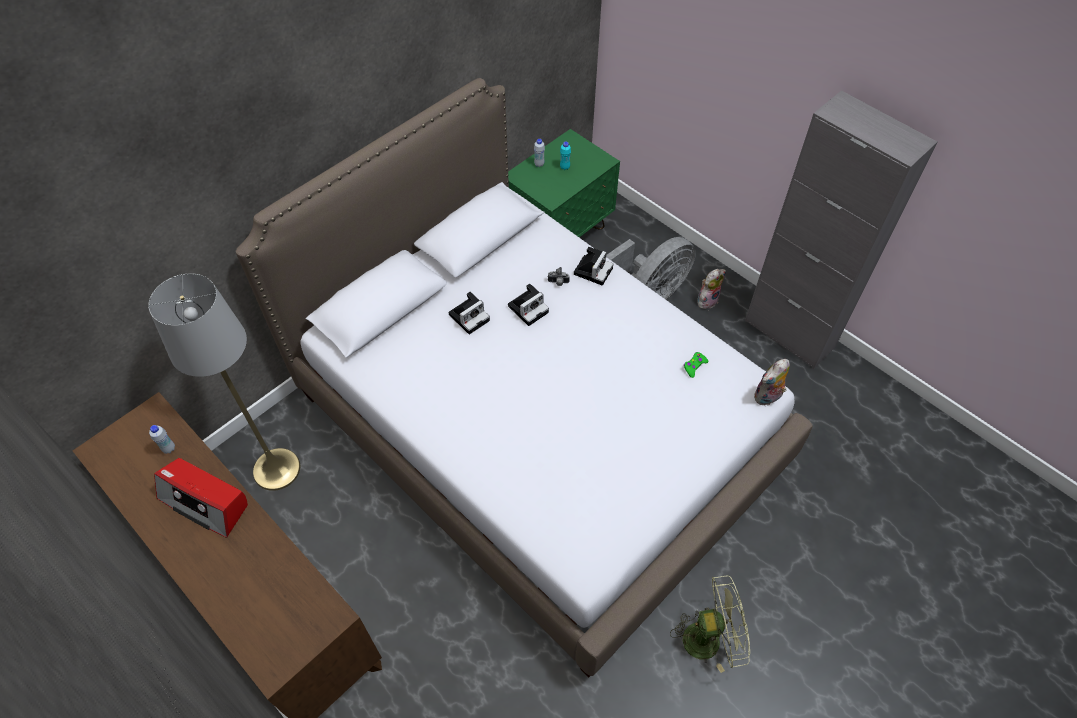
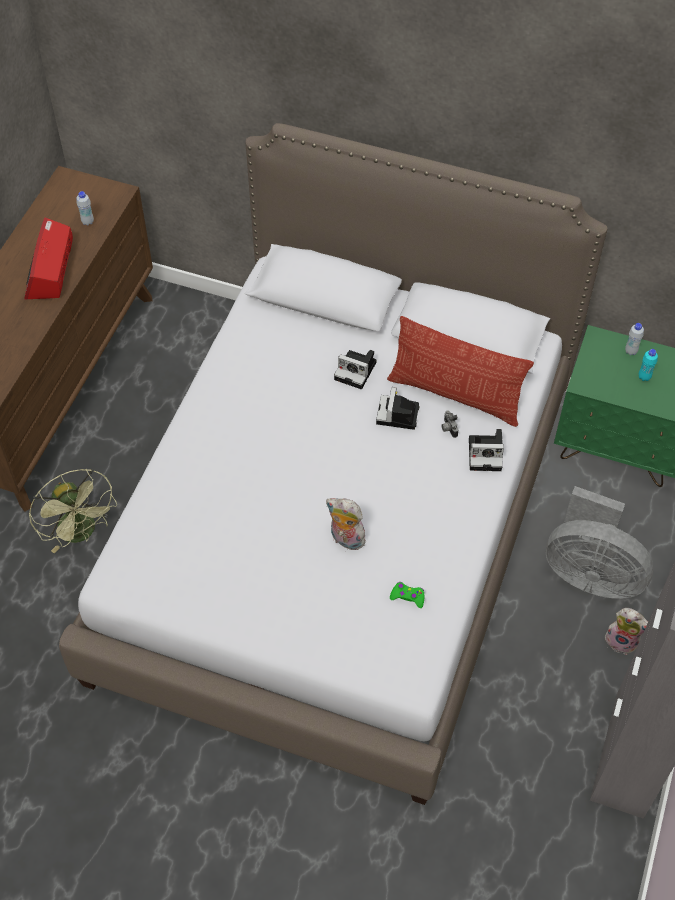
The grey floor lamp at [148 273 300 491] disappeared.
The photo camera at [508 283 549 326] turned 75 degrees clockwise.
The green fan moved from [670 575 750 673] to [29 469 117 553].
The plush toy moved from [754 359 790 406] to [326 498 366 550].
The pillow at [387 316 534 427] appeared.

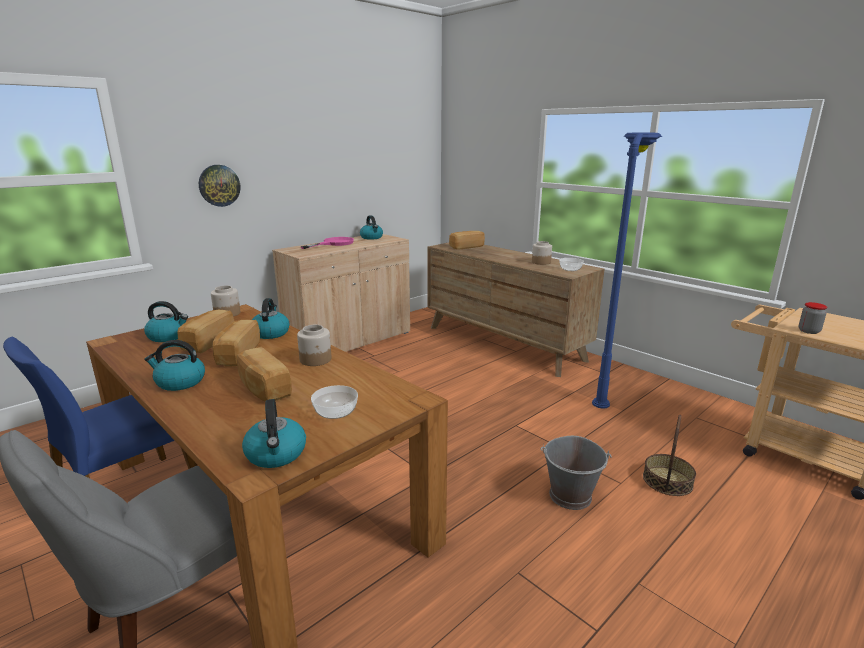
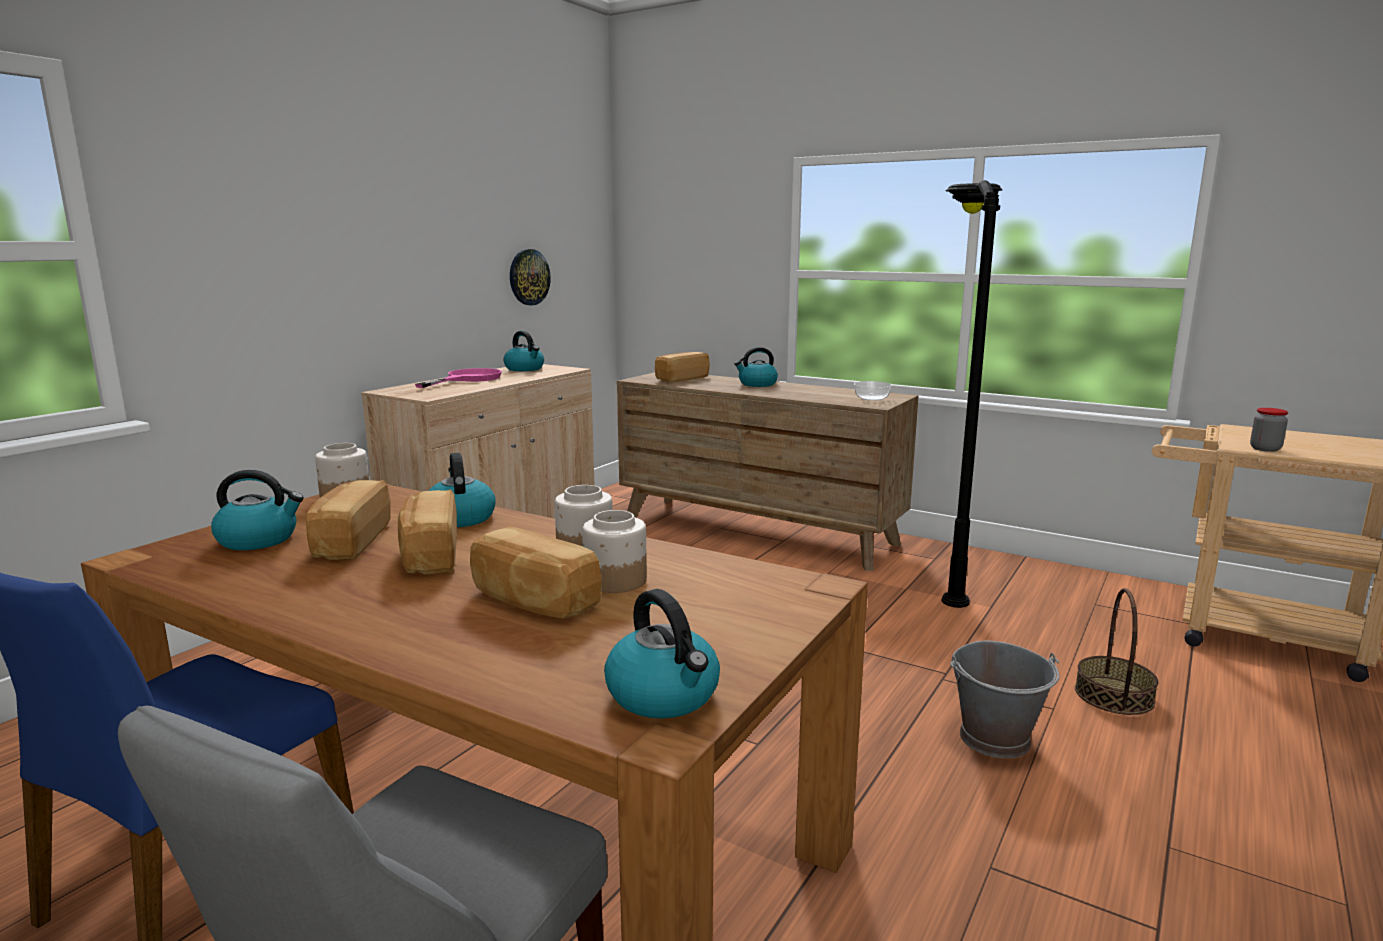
The kettle moved from [144 340 205 391] to [734 347 778 387].
The wall clock moved from [199 165 240 207] to [510 249 551 305].
The bowl at [311 385 358 419] disappeared.
The jar moved from [532 241 552 265] to [582 510 647 593].
The blue floor lamp at [592 133 662 409] became the black floor lamp at [942 180 1002 608].

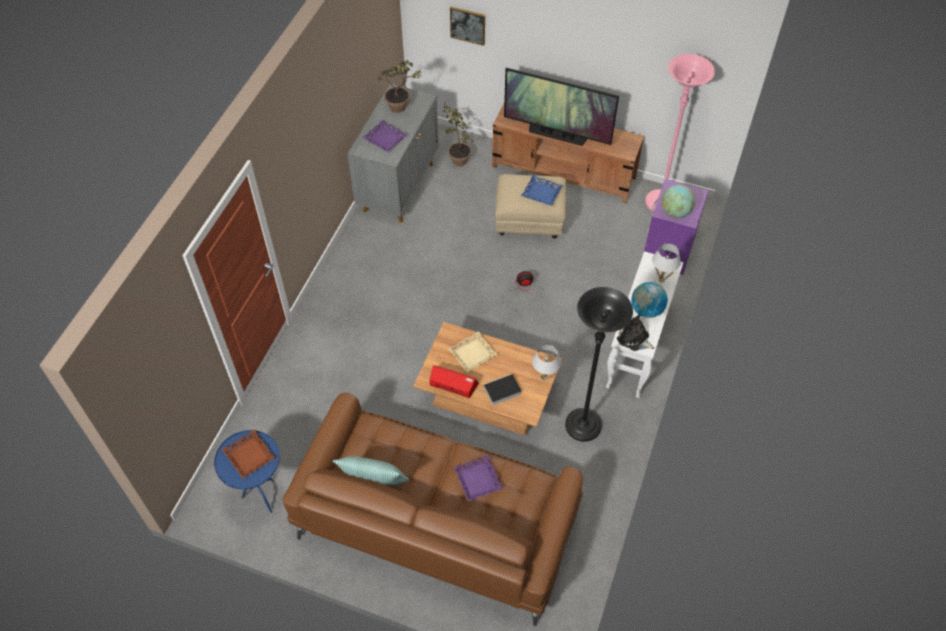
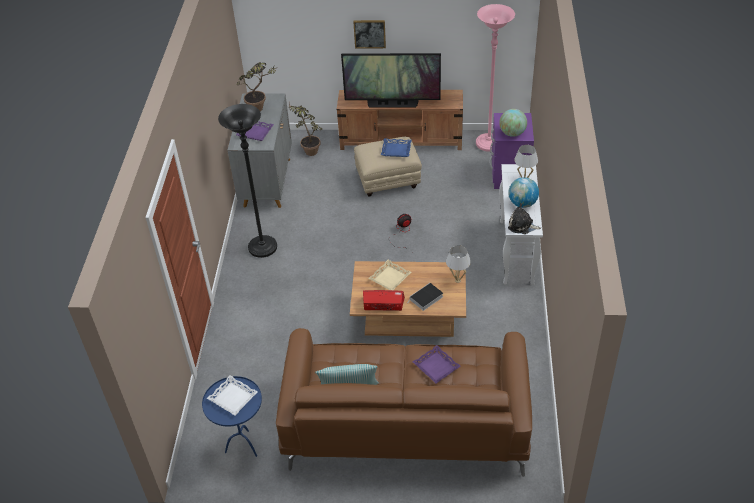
The brown tray at [222 429 275 479] became the white tray at [207 375 258 415].
The picture moved from [450 7 485 46] to [353 20 386 48].
The black floor lamp moved from [565 287 633 442] to [218 104 277 258].

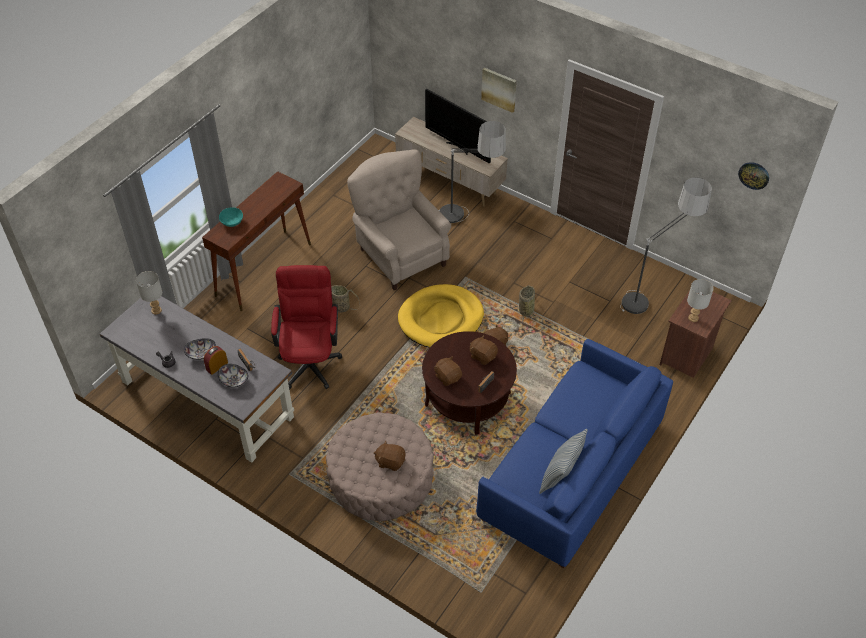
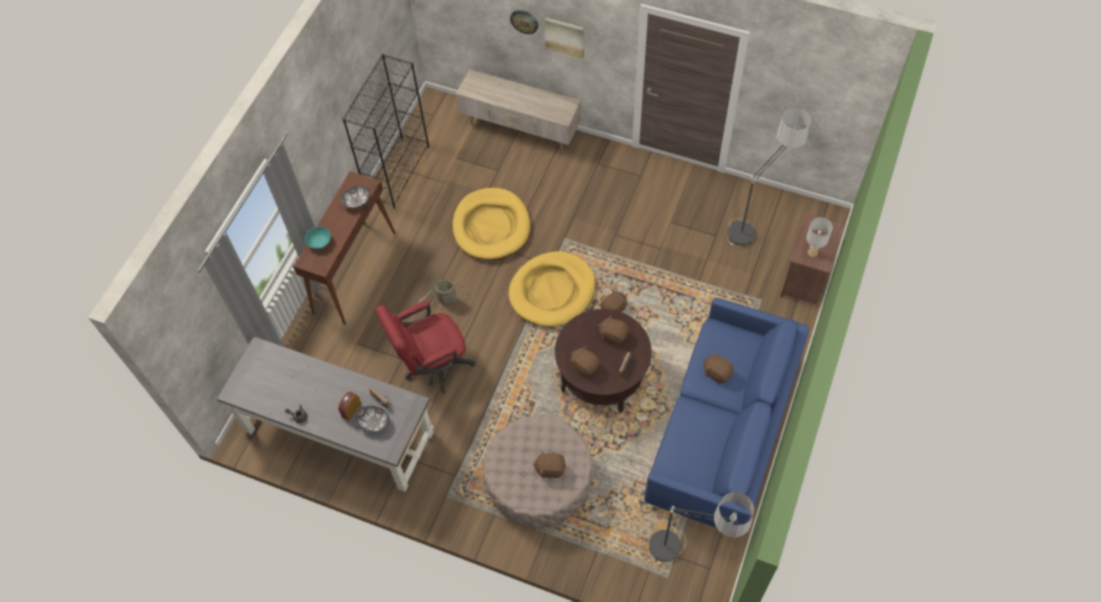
The grey table lamp at [136 271 162 315] disappeared.
The bowl moved from [184 338 216 360] to [340 186 370 208].
The red office chair at [271 265 343 389] turned 105 degrees counterclockwise.
The beige armchair at [347 149 451 290] was replaced by the yellow dog bed at [453 188 530 260].
The television at [425 88 491 164] disappeared.
The floor lamp moved from [439 121 506 223] to [649 492 754 562].
The basket at [519 285 537 324] disappeared.
The pillow at [539 429 588 494] disappeared.
The wall clock moved from [738 162 769 190] to [510 10 538 34].
The black bookcase at [342 54 429 209] appeared.
The brown plush toy at [704 352 734 384] appeared.

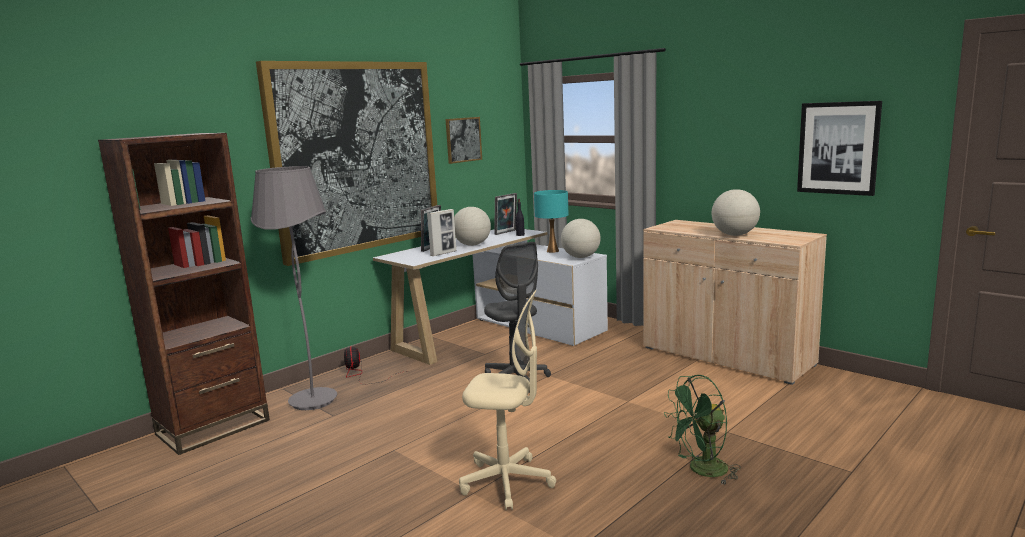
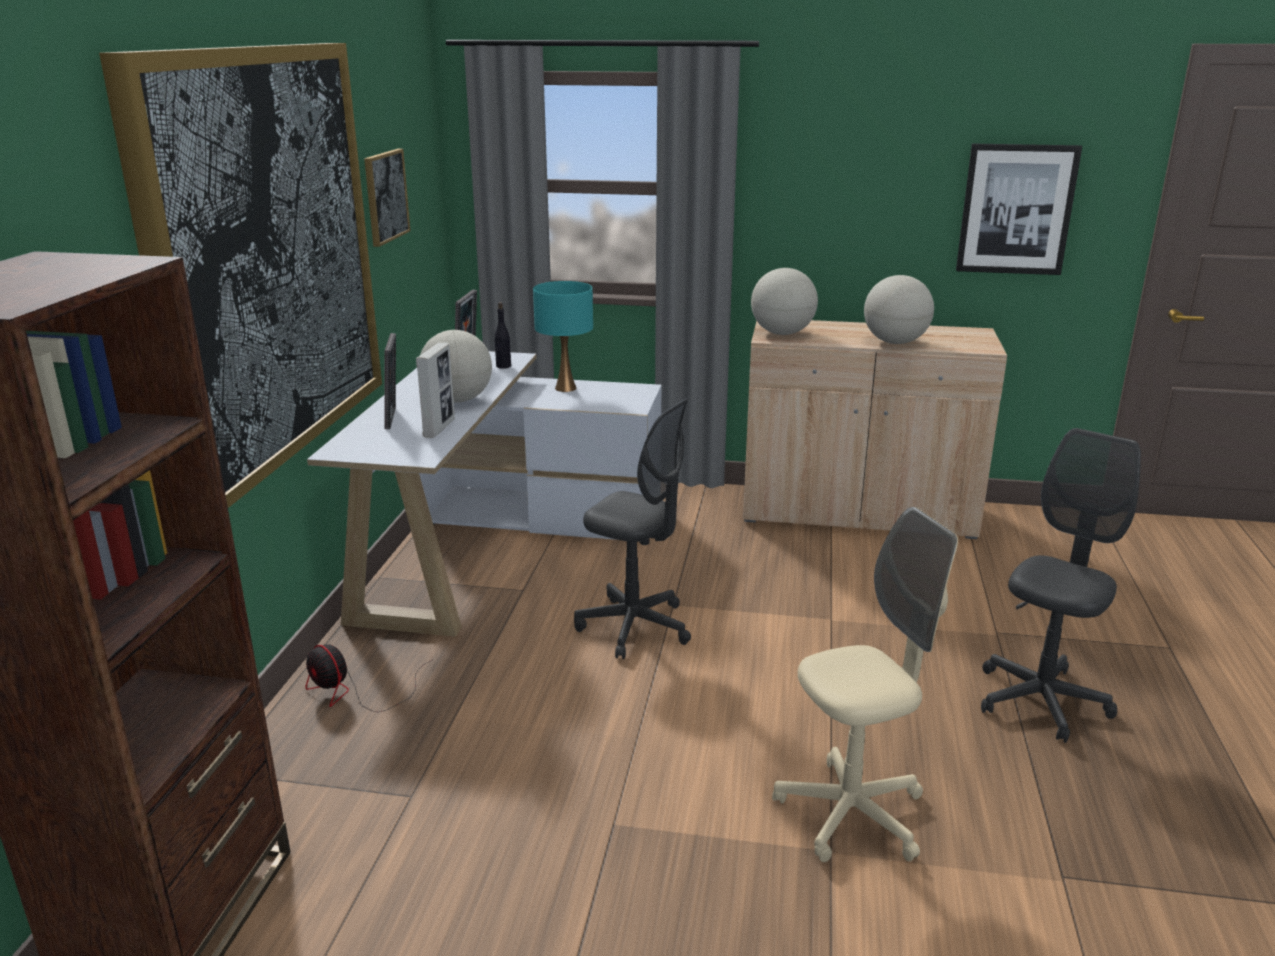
The grey floor lamp at [251 166 337 410] disappeared.
The globe moved from [561 219 601 258] to [751 268 818 335].
The green fan at [664 375 741 485] was replaced by the grey office chair at [981 428 1141 743].

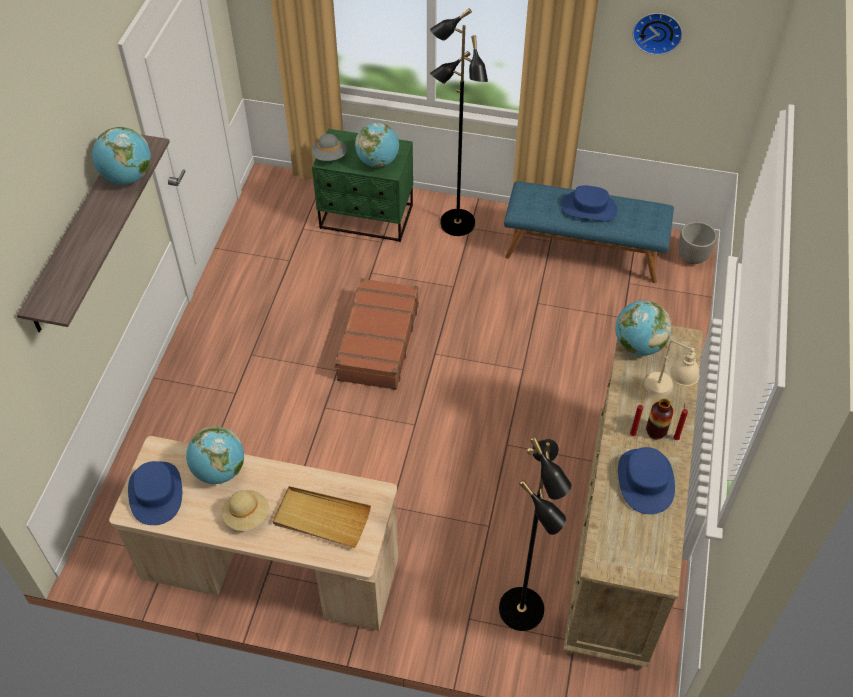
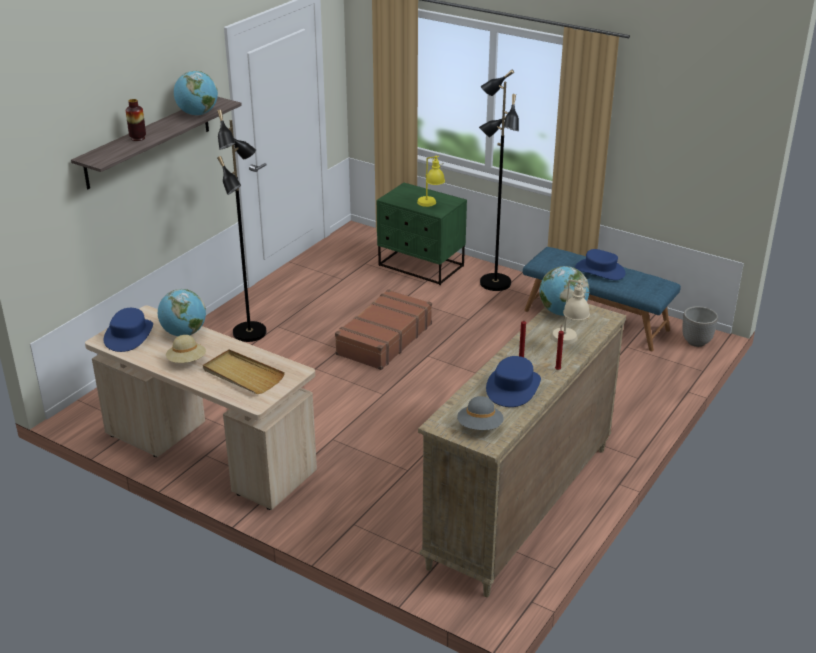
The grey hat moved from [312 134 347 161] to [457 396 504 430].
The globe at [355 122 399 167] was replaced by the yellow table lamp at [417 156 445 207].
The black floor lamp moved from [499 436 572 631] to [217 110 267 342].
The wall clock at [632 13 683 55] disappeared.
The vase moved from [646 399 673 440] to [126 99 146 141].

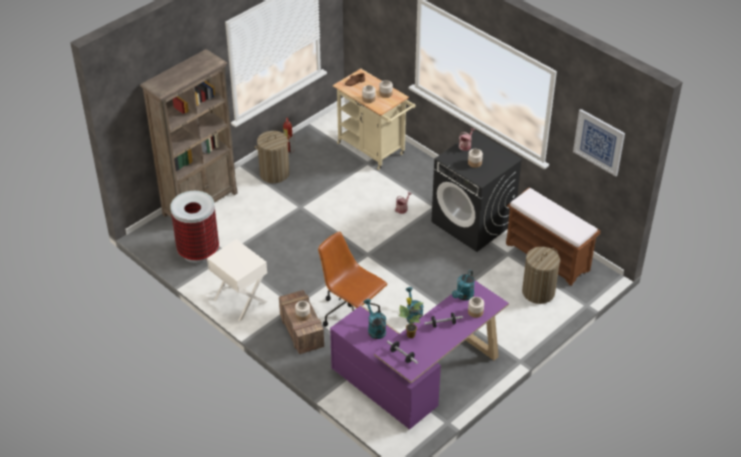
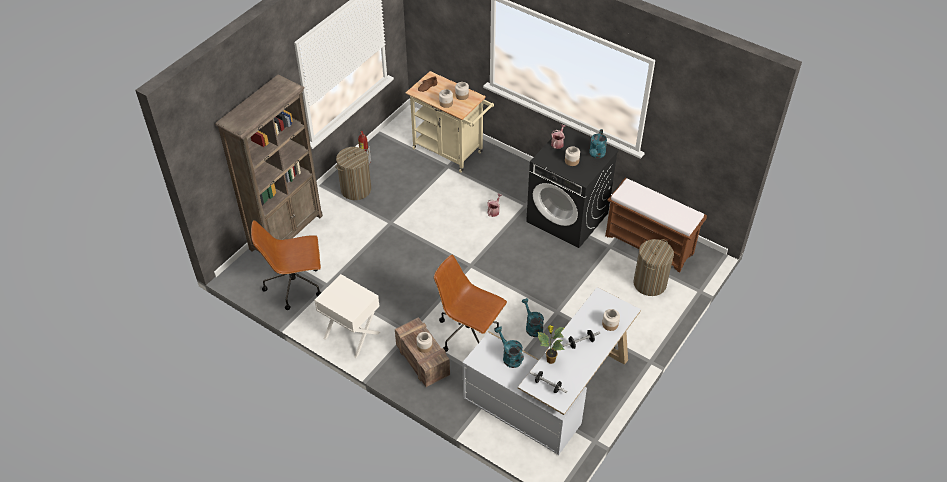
The trash can at [170 191 219 263] was replaced by the brown office chair at [251 220 321 310].
The purple desk at [330 281 509 430] became the white desk at [462 287 641 455].
The turquoise watering can moved from [452 270 475 301] to [589 129 607 158].
The picture at [573 109 625 176] disappeared.

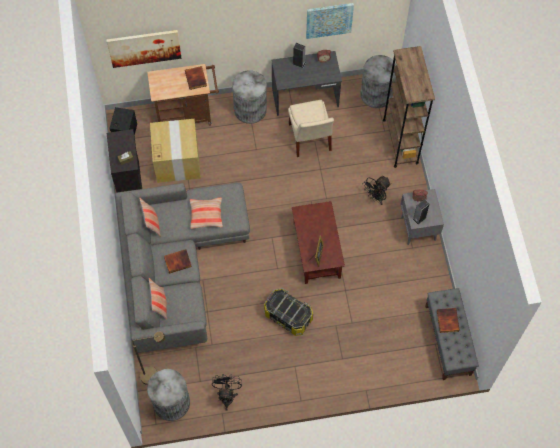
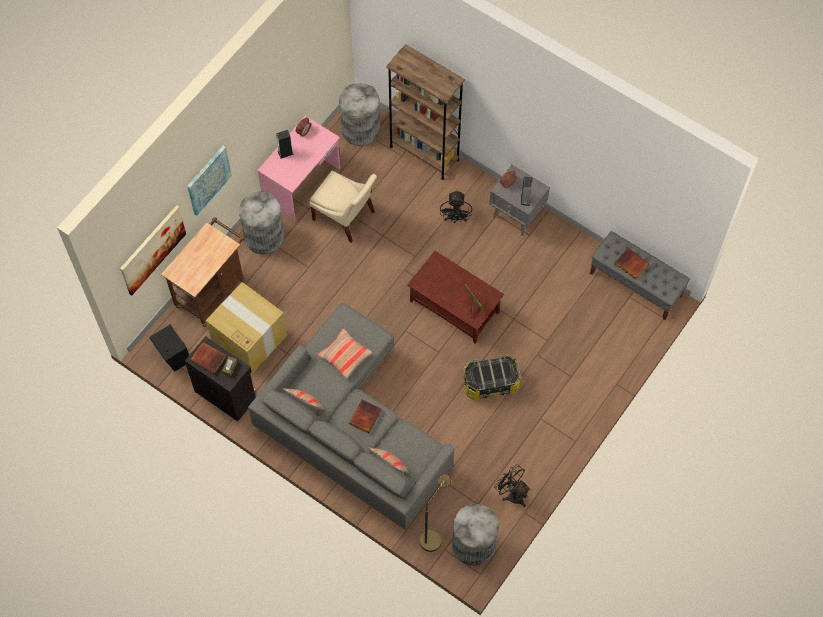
The book moved from [185 66 207 90] to [190 342 226 374].
The grey desk at [271 51 342 116] became the pink desk at [257 116 340 222].
The picture moved from [306 3 354 39] to [187 146 232 216].

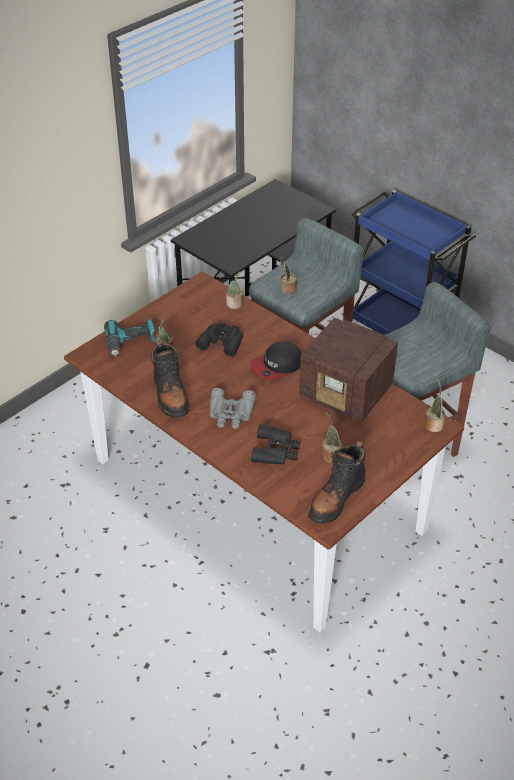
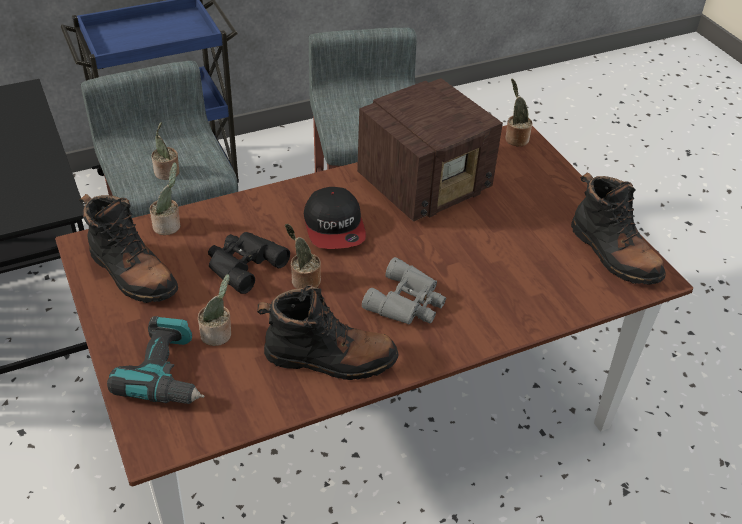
The black binoculars at [251 424 300 464] disappeared.
The potted plant moved from [322 412 342 464] to [285 224 321 289].
The black boot at [79 194 178 303] appeared.

